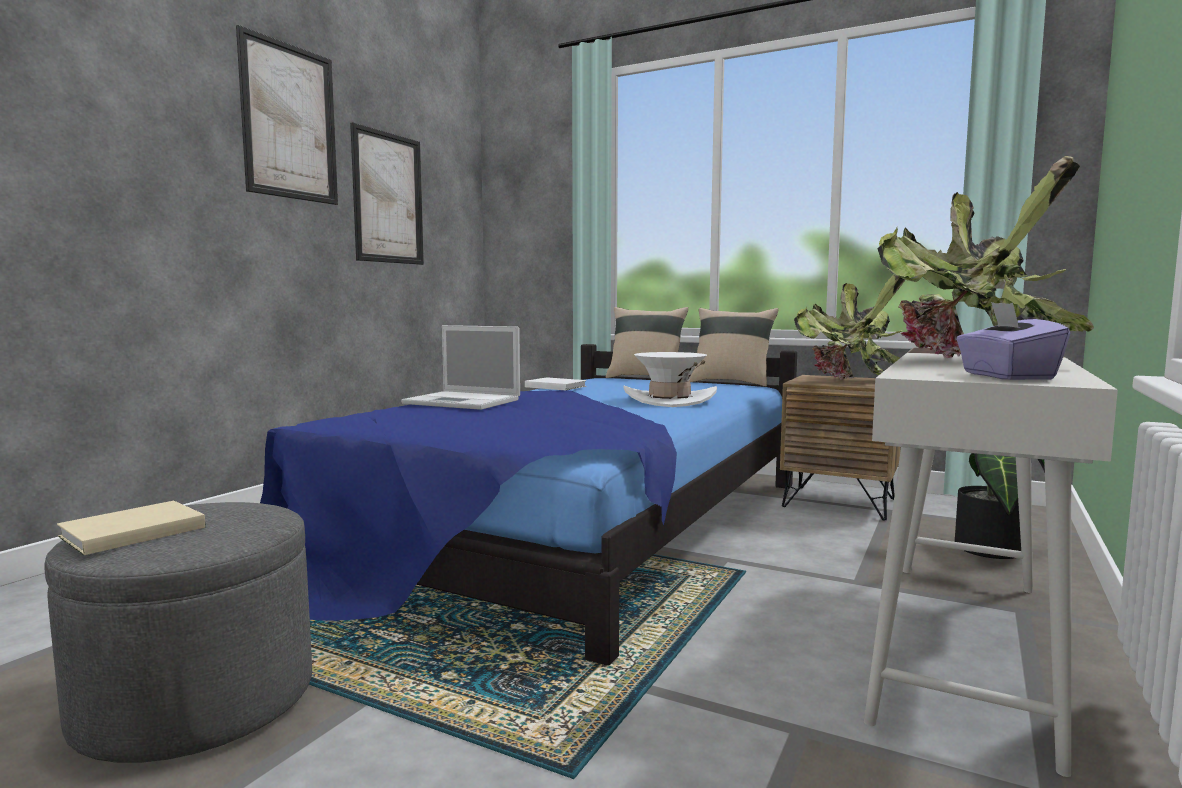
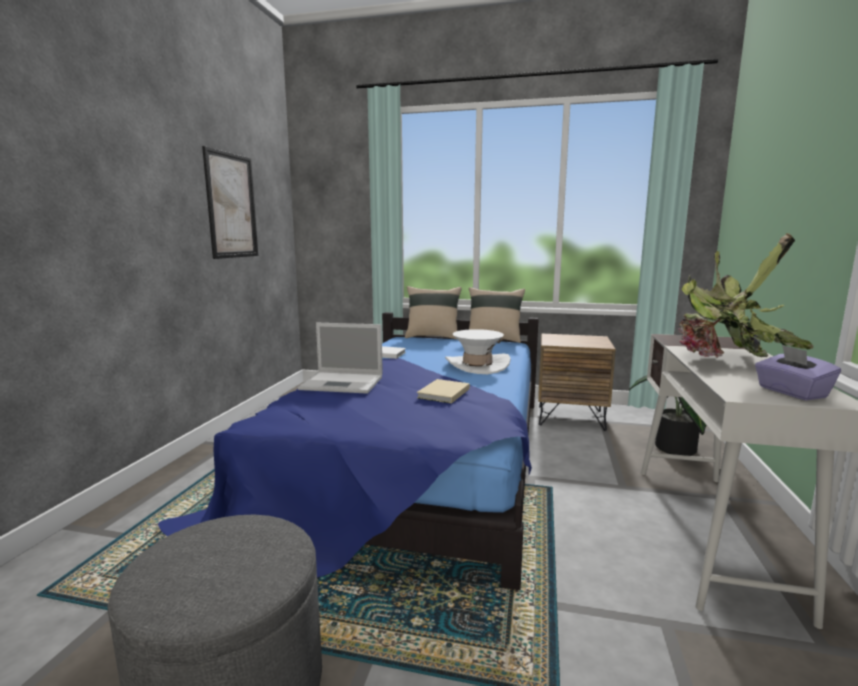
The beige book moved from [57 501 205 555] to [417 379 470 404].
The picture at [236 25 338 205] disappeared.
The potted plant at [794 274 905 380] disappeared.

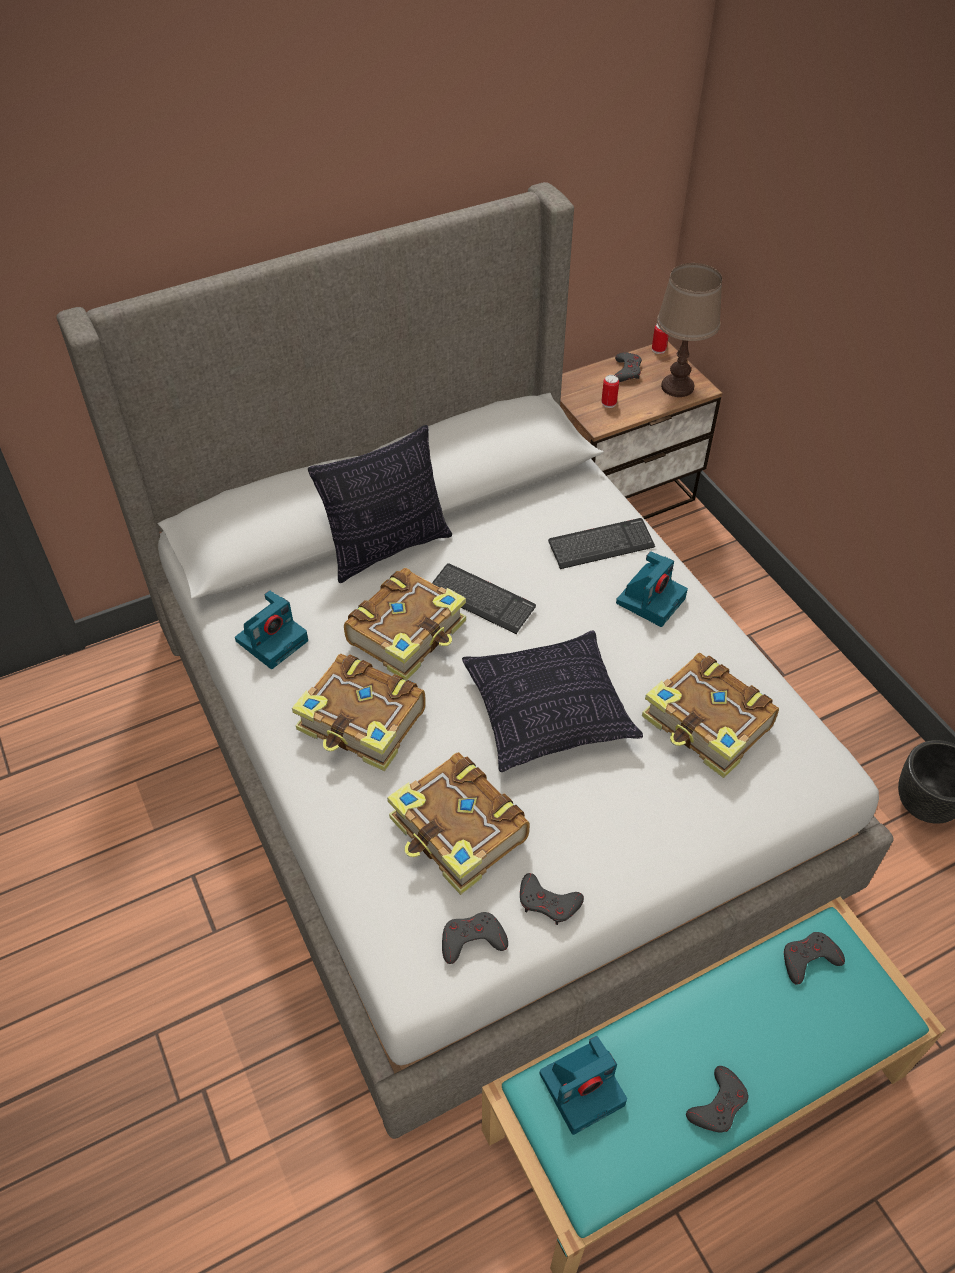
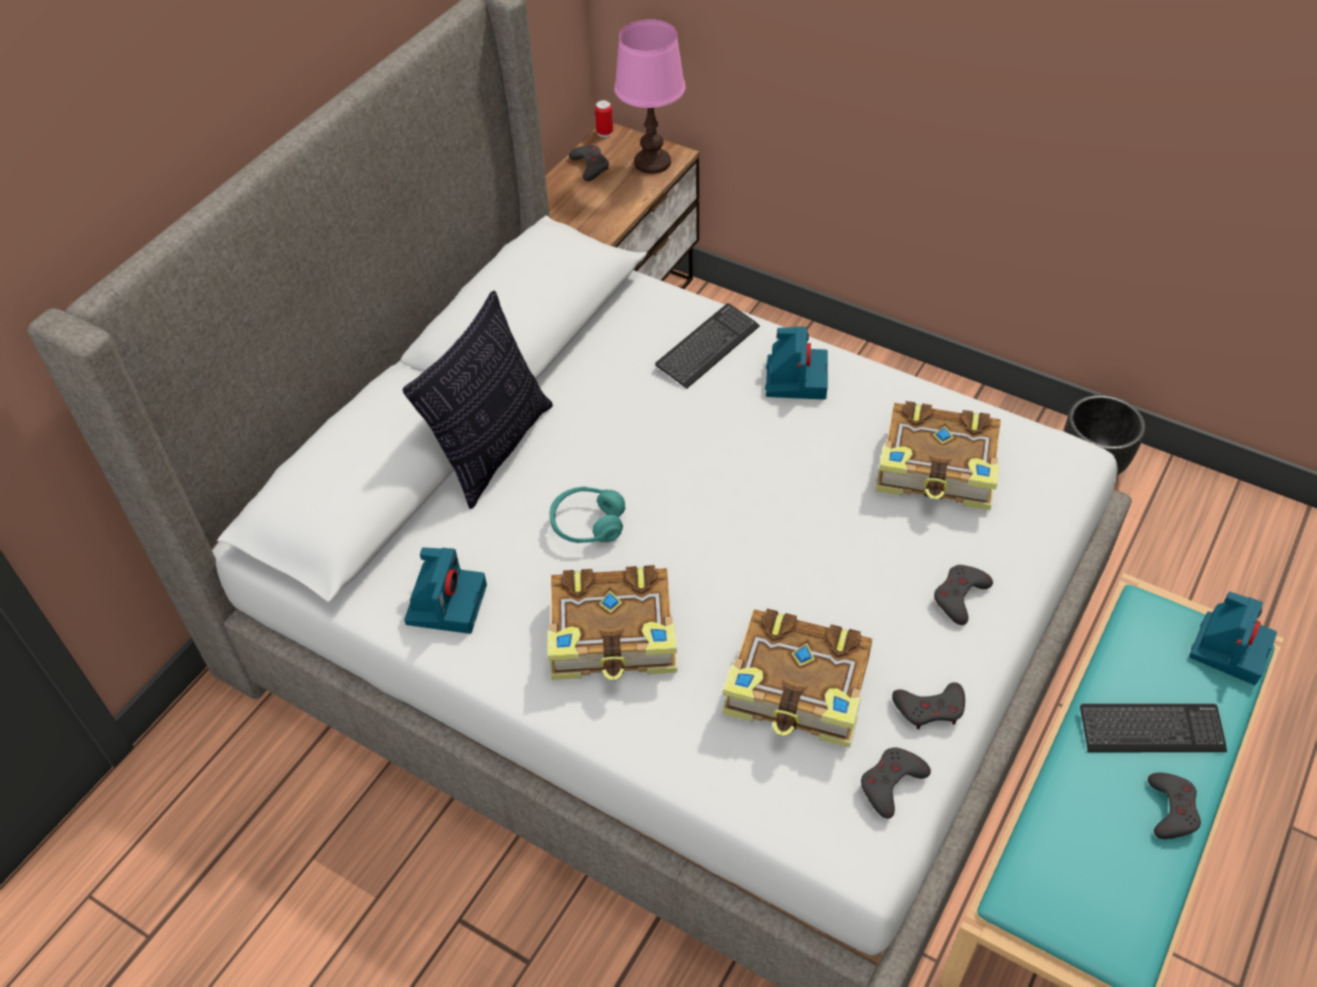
The book at [344 568 466 681] was replaced by the turquoise headphones at [550 487 625 543].
The keyboard moved from [432 563 536 634] to [1080 704 1227 752].
The pillow at [462 630 643 772] disappeared.
The photo camera moved from [540 1036 627 1135] to [1189 592 1277 685].
The can at [601 375 619 408] disappeared.
The brown table lamp at [657 263 722 397] became the pink table lamp at [614 19 685 174].
The grey game controller moved from [784 932 845 985] to [934 565 993 625].

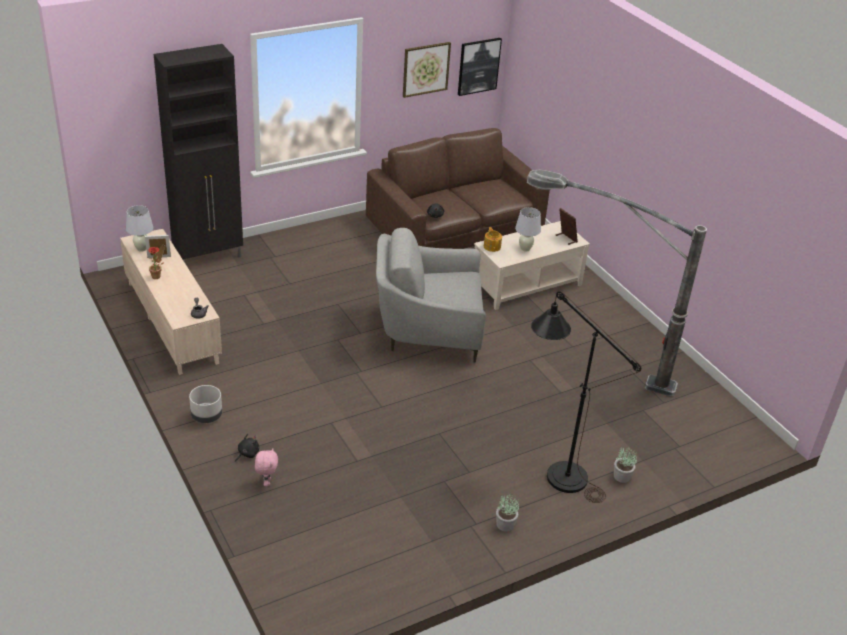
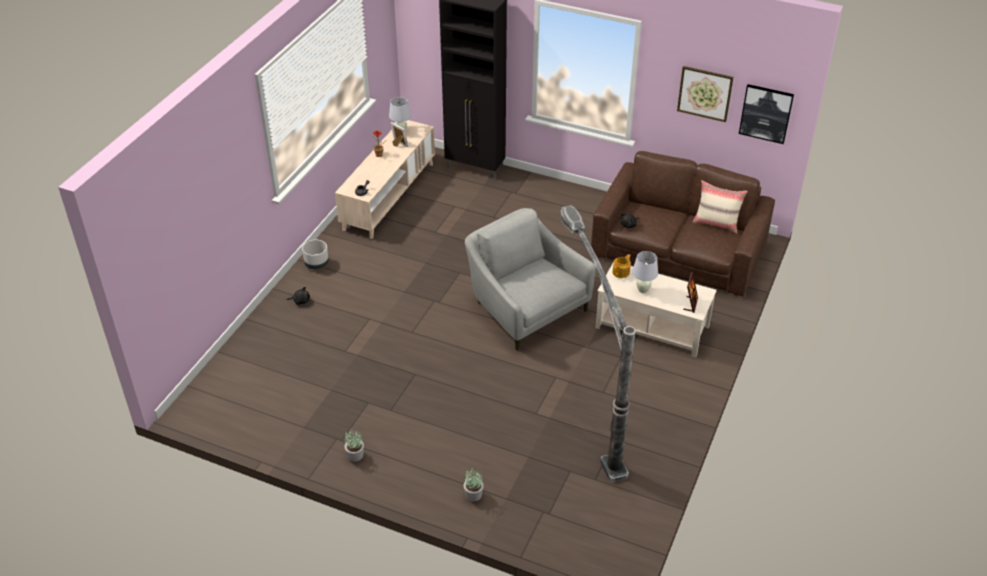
The pink plush toy at [255 448 278 486] disappeared.
The black floor lamp at [531 291 641 503] disappeared.
The beige pillow at [693 180 747 234] appeared.

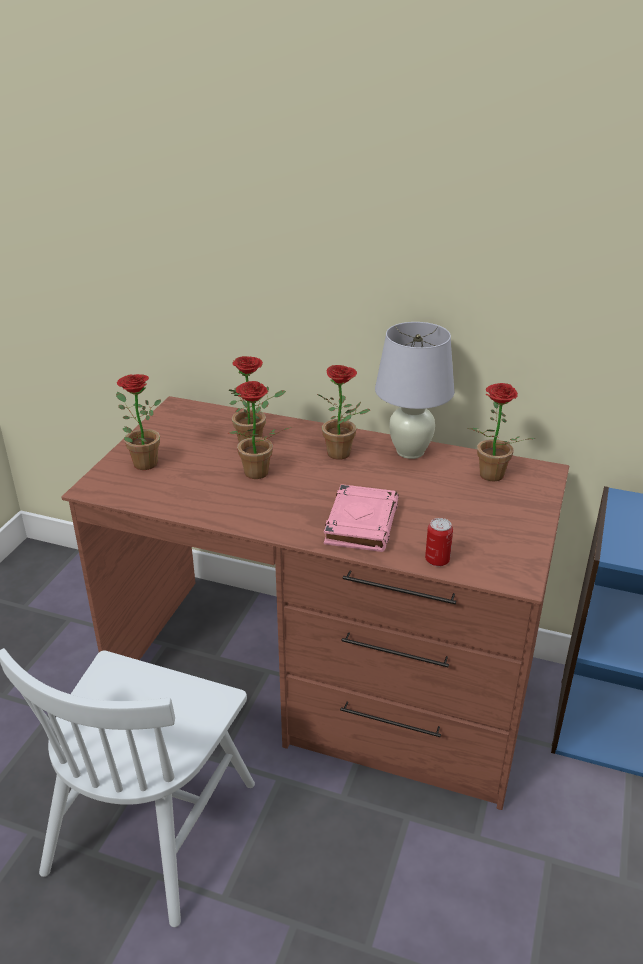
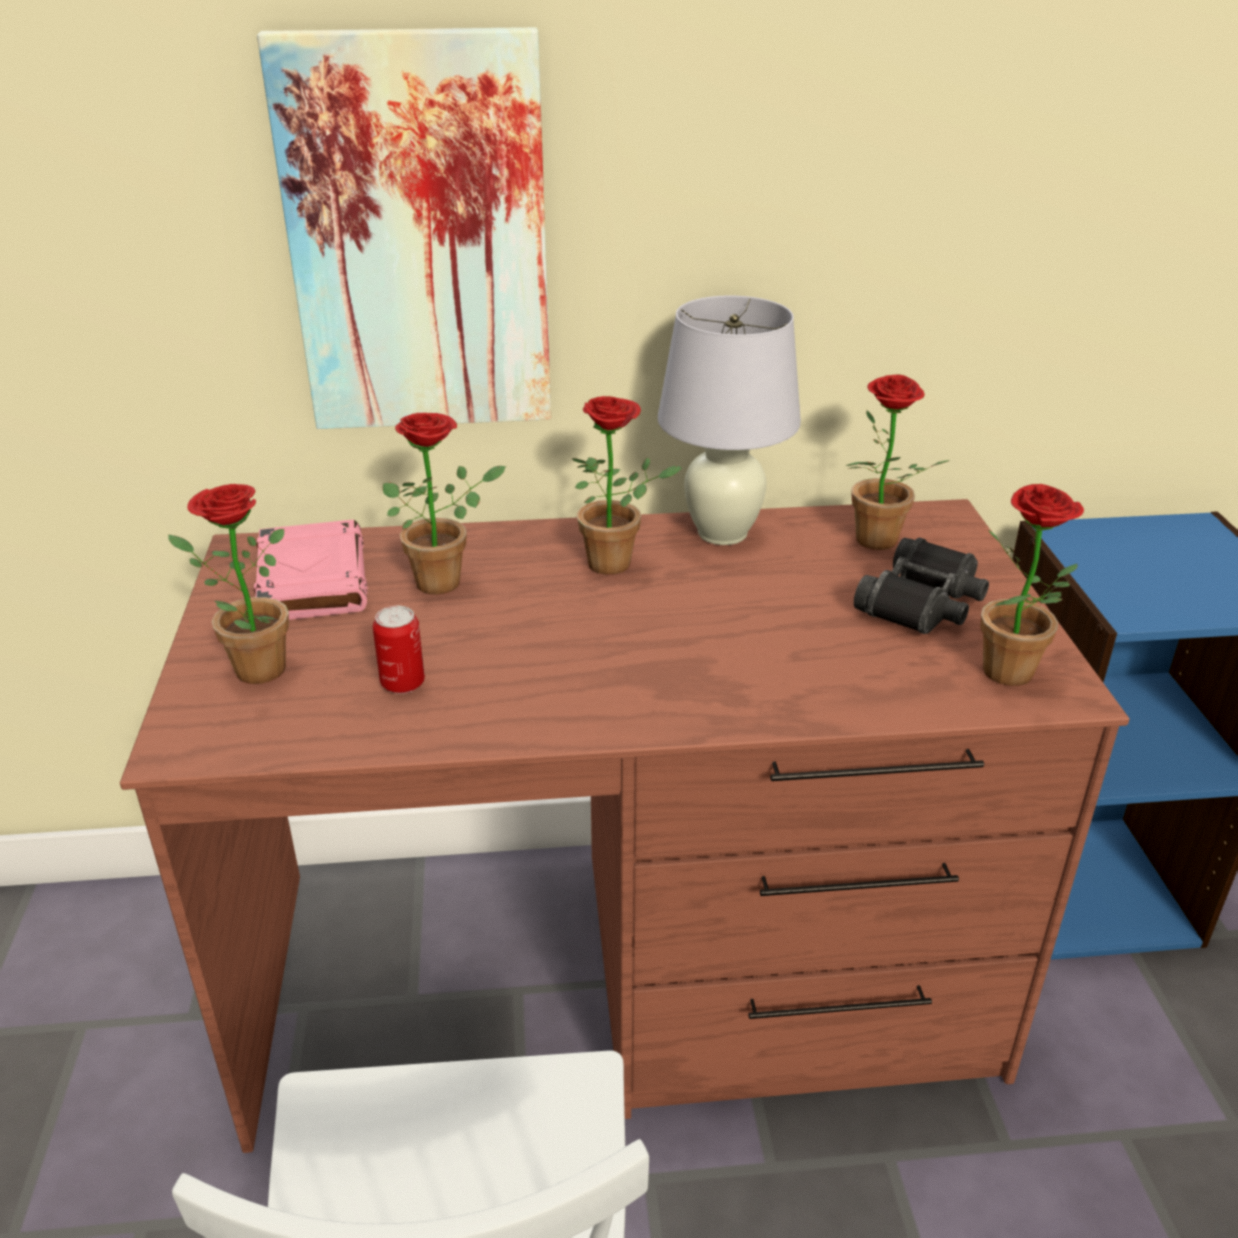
The potted plant moved from [228 381 292 479] to [980 484 1084 686].
The pink book moved from [324 484 399 552] to [254 520 368 620].
The can moved from [425 518 453 567] to [373 606 425 694].
The picture at [257 27 551 429] appeared.
The black binoculars at [854 537 989 634] appeared.

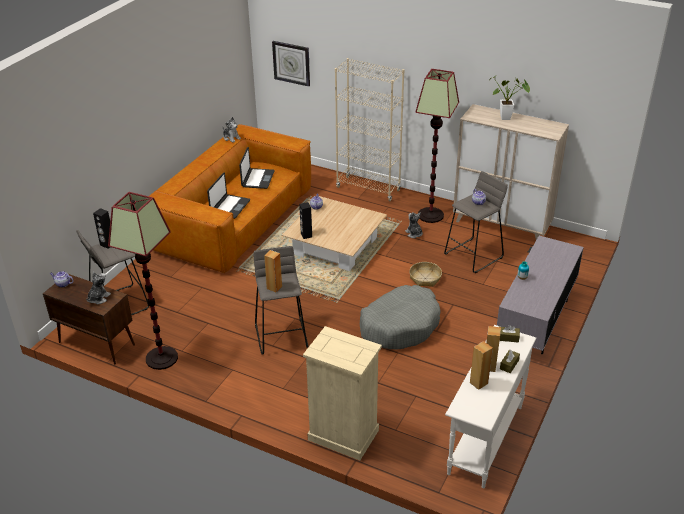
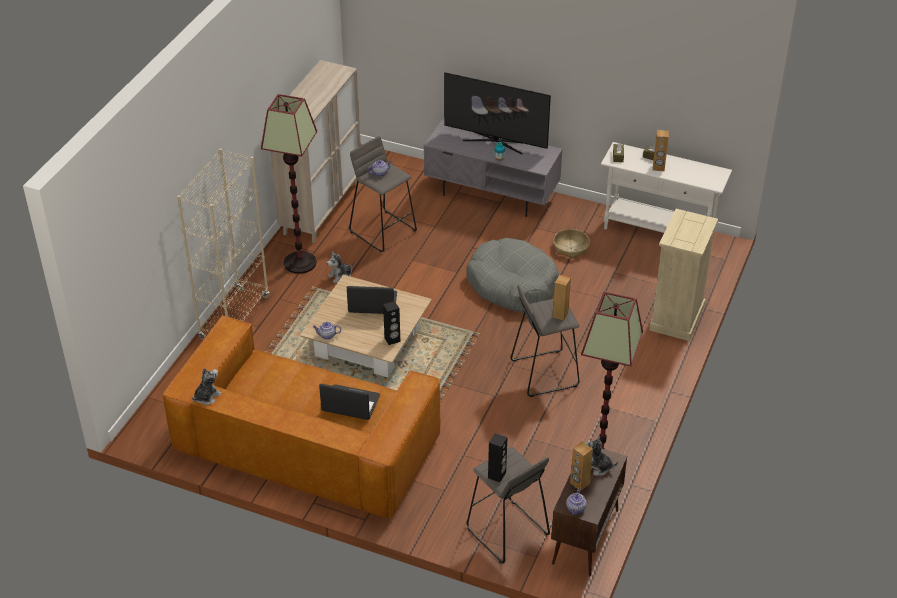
The laptop moved from [239 147 275 189] to [347 286 397 314].
The wall clock at [272 41 310 87] disappeared.
The basket moved from [409 262 442 287] to [553 229 590 259].
The brown speaker moved from [470 341 493 390] to [570 441 593 491].
The potted plant at [489 76 530 120] disappeared.
The television at [444 72 551 155] appeared.

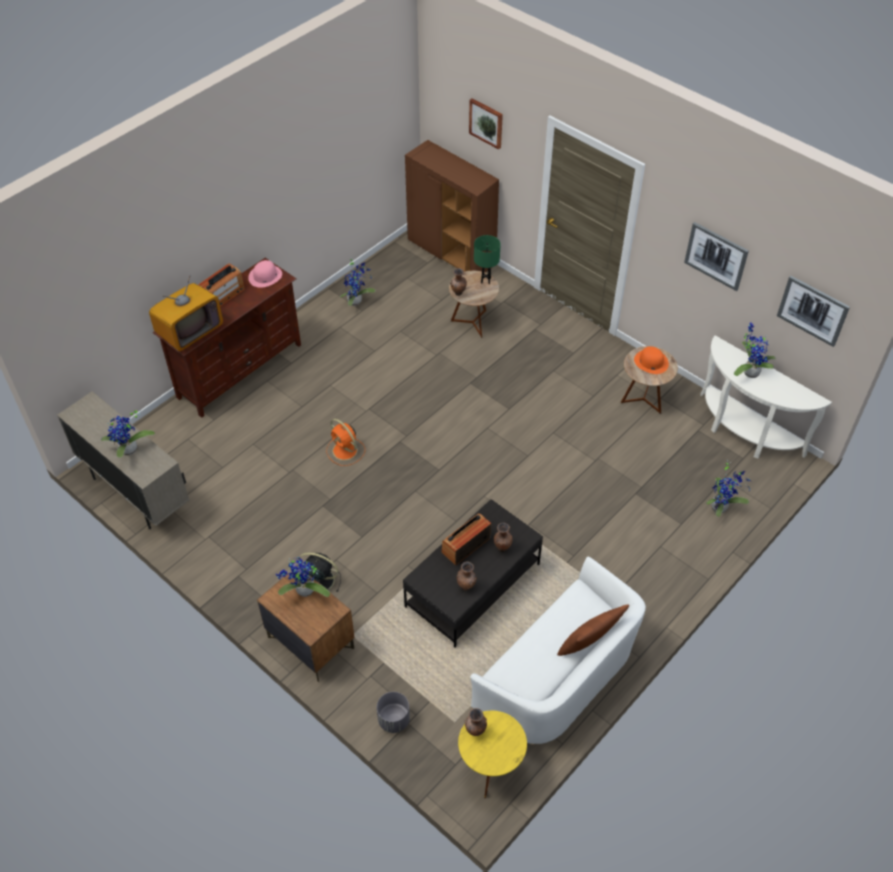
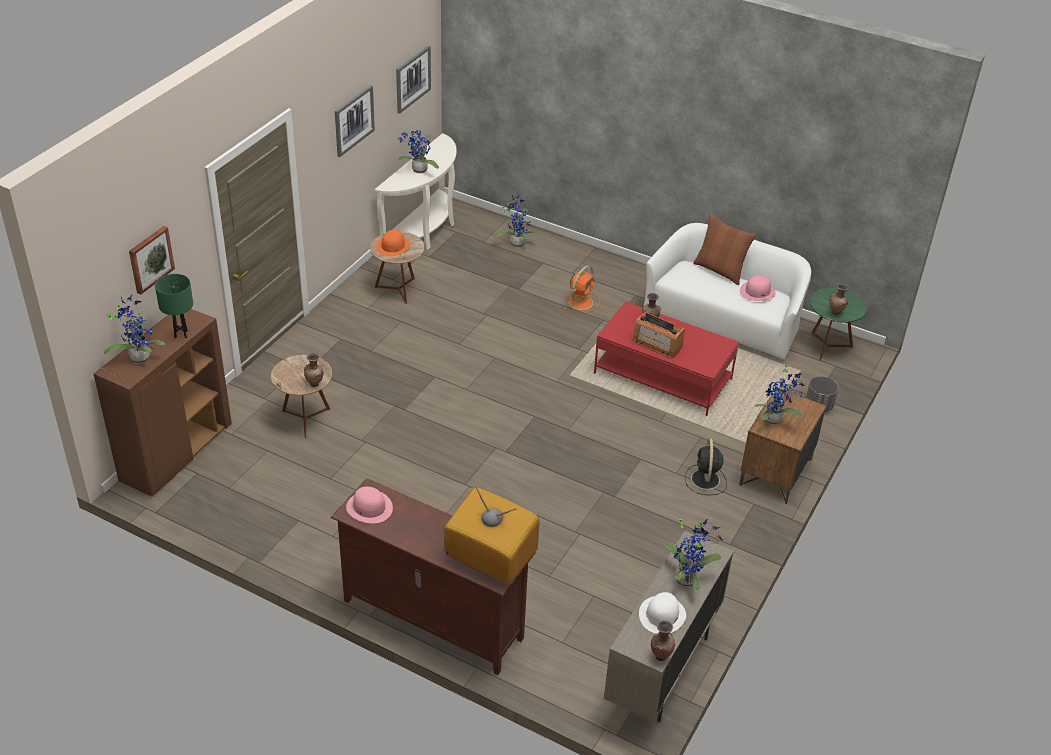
The radio at [198 263 245 307] disappeared.
The orange fan moved from [327 419 365 466] to [564 266 600 314].
The potted plant moved from [340 256 376 306] to [104 295 165 364].
The black coffee table at [403 499 543 648] became the red coffee table at [594 302 739 416].
The brown vase moved from [456 562 477 591] to [651 621 675 661].
The yellow side table at [458 711 527 799] became the green side table at [810 287 867 361].
The green table lamp moved from [474 235 501 284] to [155 274 193 339].
The white hat at [639 592 686 634] appeared.
The pink hat at [740 275 776 301] appeared.

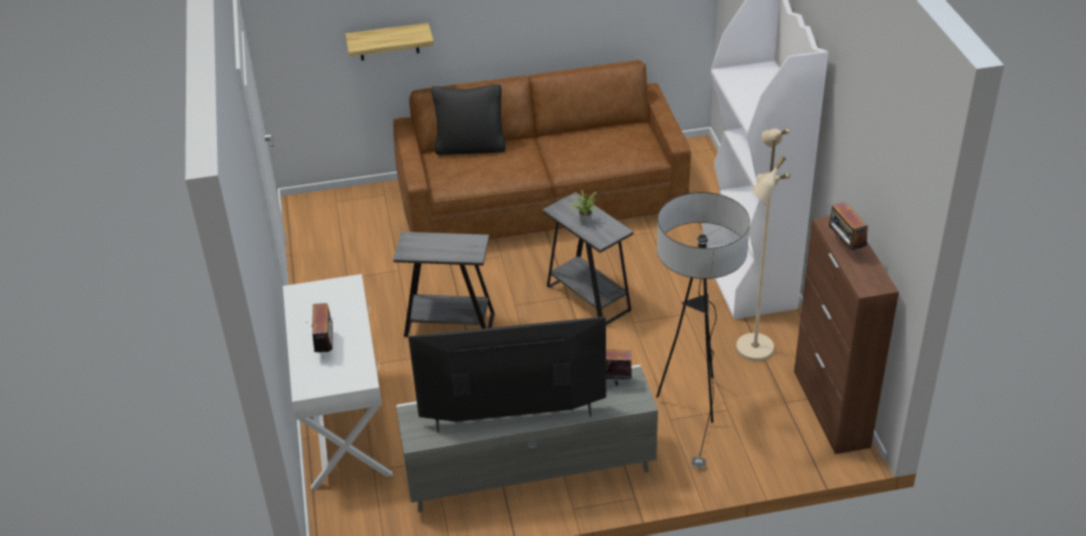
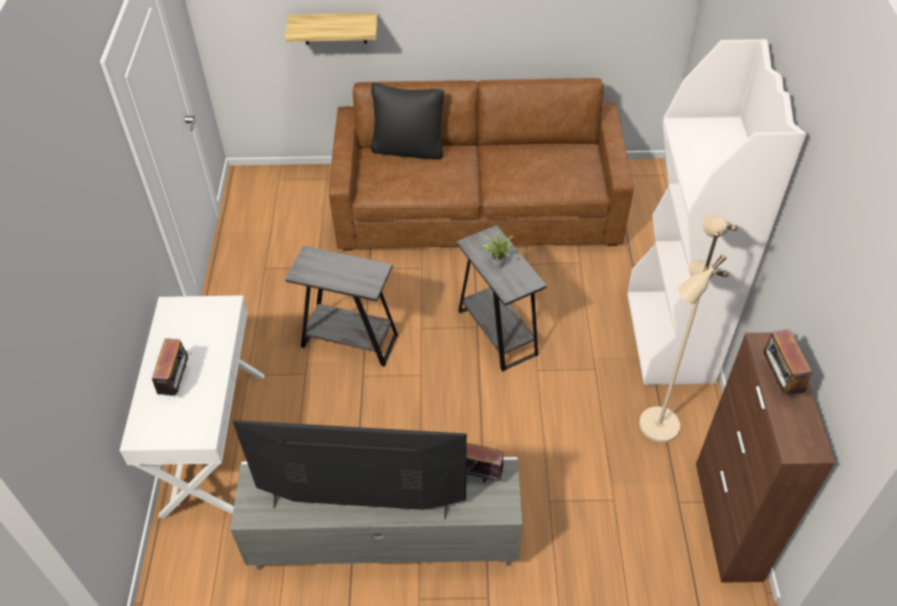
The floor lamp at [656 192 750 469] disappeared.

